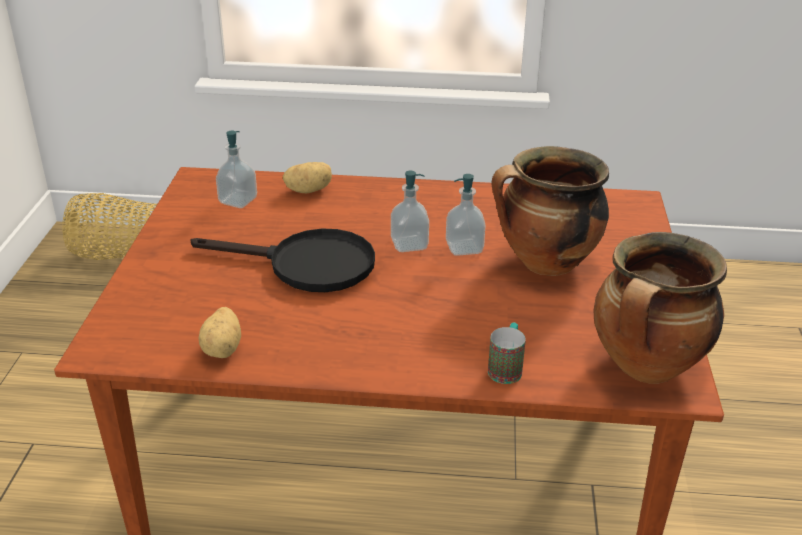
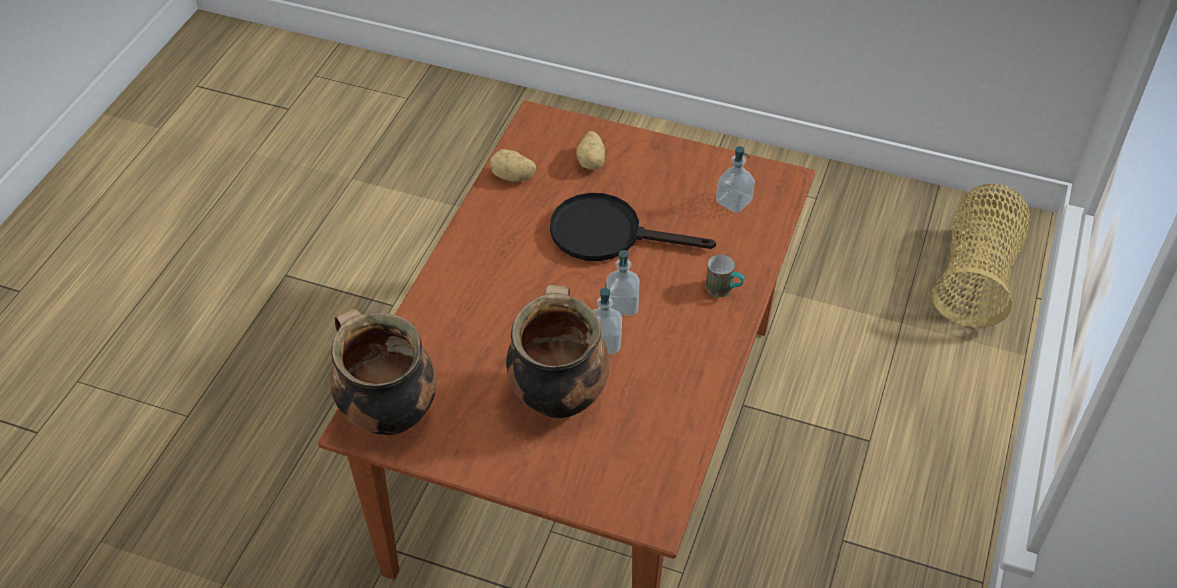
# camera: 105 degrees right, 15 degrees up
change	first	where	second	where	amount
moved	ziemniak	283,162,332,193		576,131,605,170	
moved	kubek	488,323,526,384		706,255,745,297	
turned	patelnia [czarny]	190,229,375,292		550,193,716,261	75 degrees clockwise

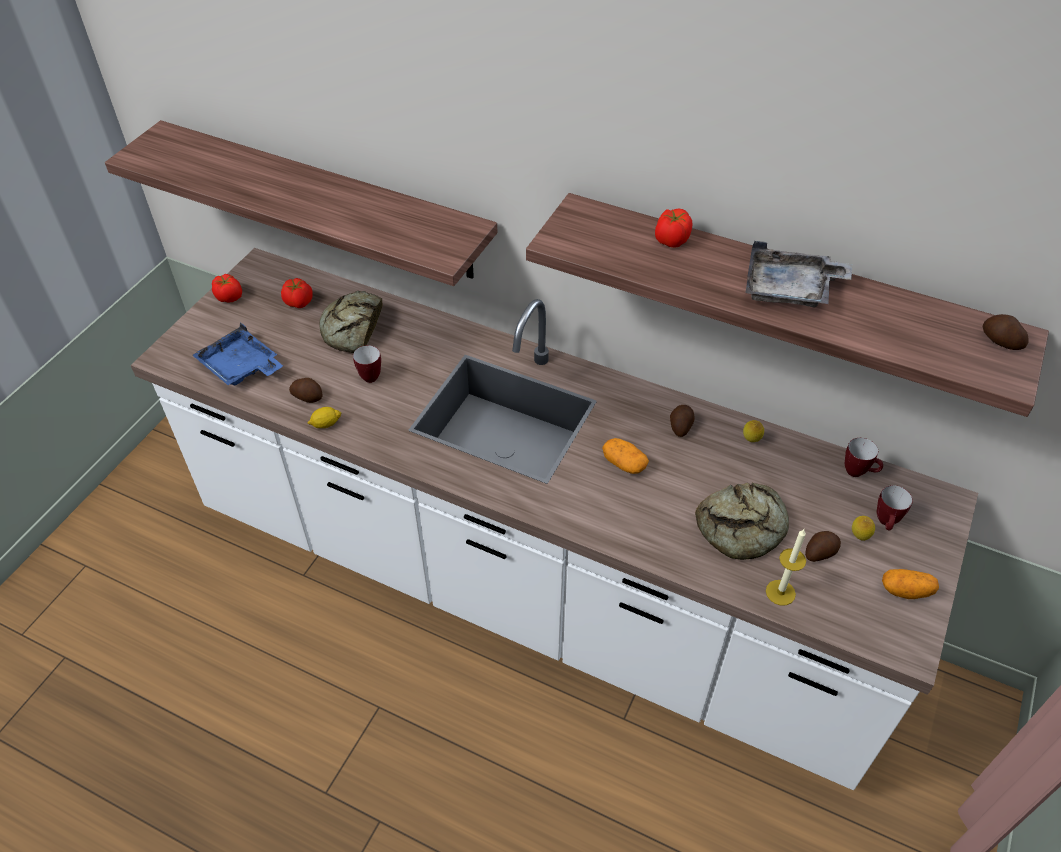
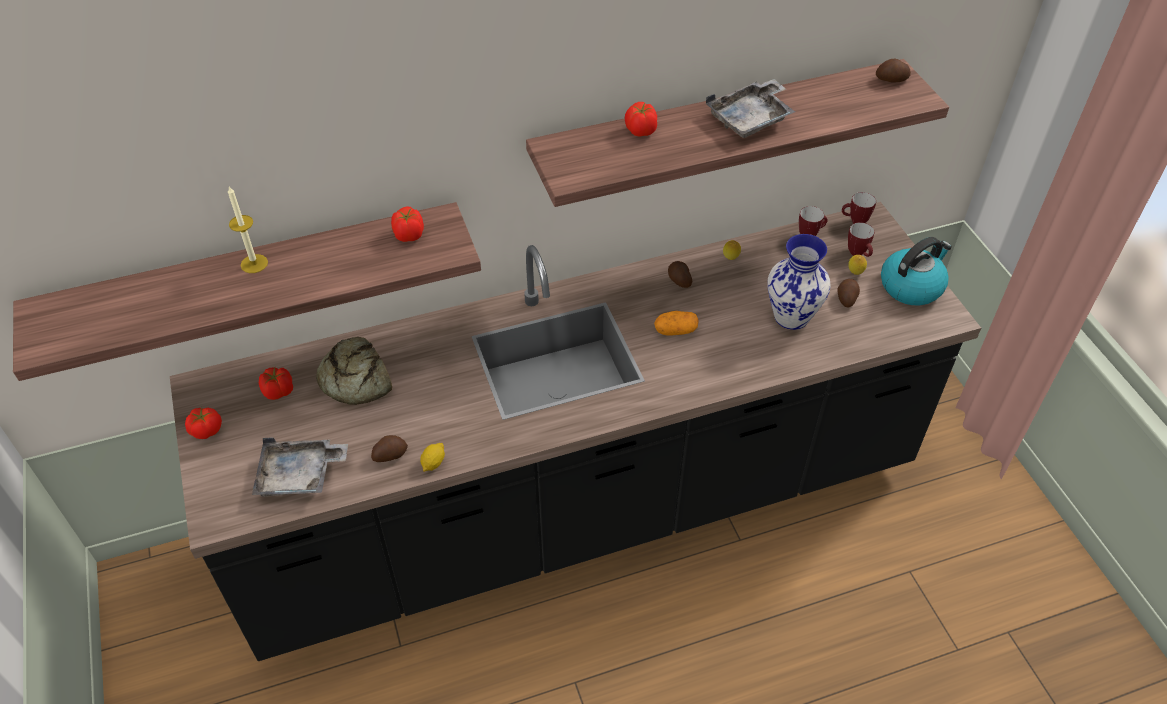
# camera: 45 degrees left, 0 degrees up
change	first	where	second	where	amount
added			pomidor	391,206,424,242	
moved	kubek	353,345,381,383		842,192,876,223	
moved	świeca	766,529,806,606		228,187,268,273	
replaced	chleb	695,483,789,560	wazon	767,234,831,330	
replaced	ziemniak	882,569,939,599	czajnik	881,237,952,305	
recoloured	zabudowa kuchenna [biały]	131,248,978,790	zabudowa kuchenna [czarny]	170,202,981,661	
recoloured	taca [niebieski]	192,322,283,386	taca [szary]	252,437,348,497	

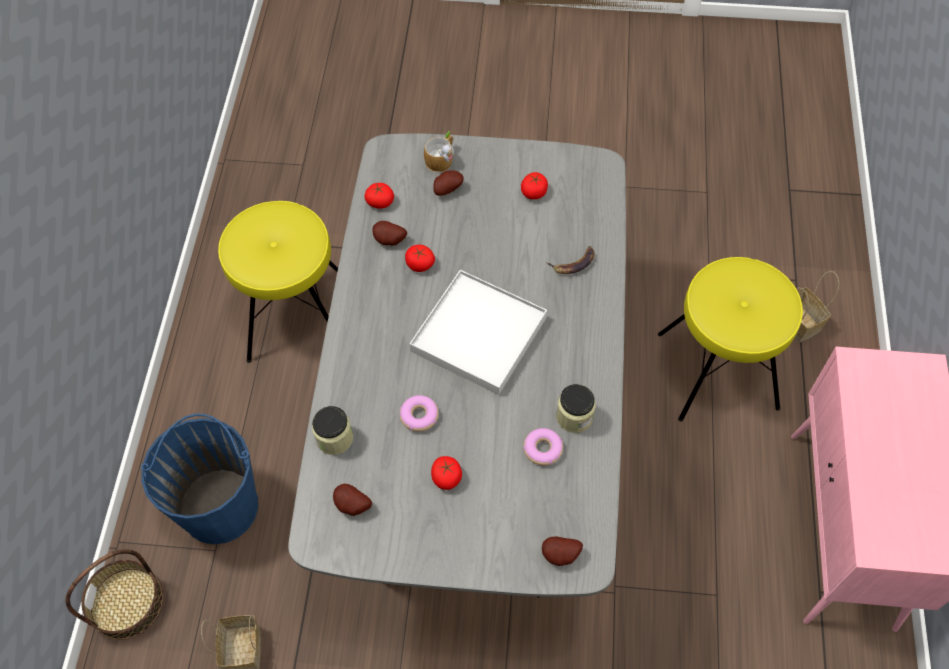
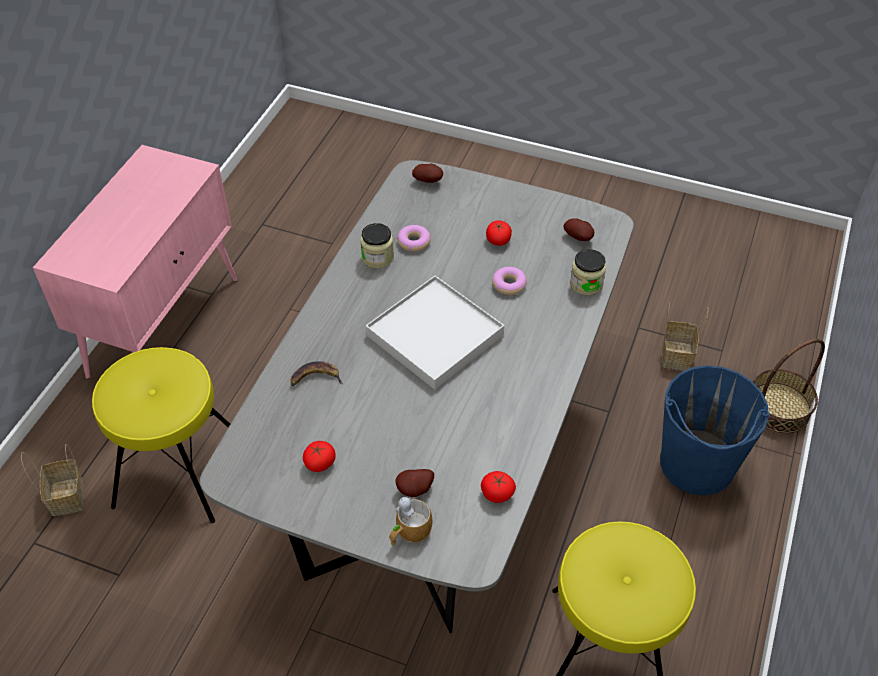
# camera: 165 degrees left, 10 degrees down
change	first	where	second	where	amount
removed	ziemniak	372,221,407,246			
removed	pomidor	405,245,435,272			

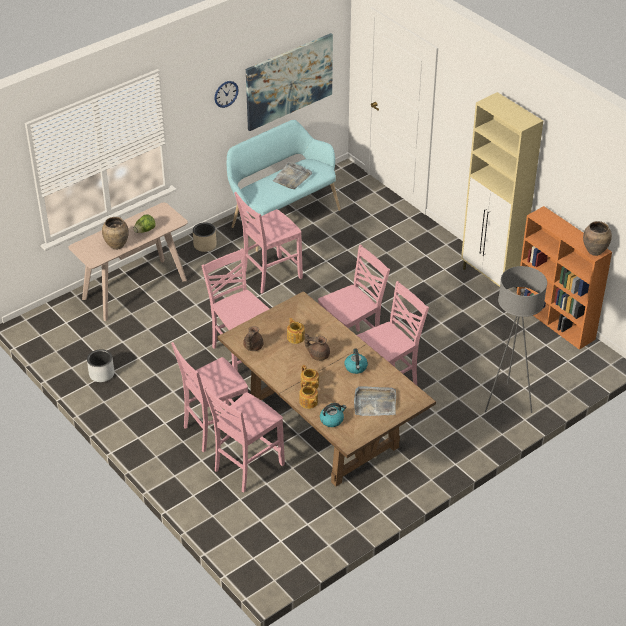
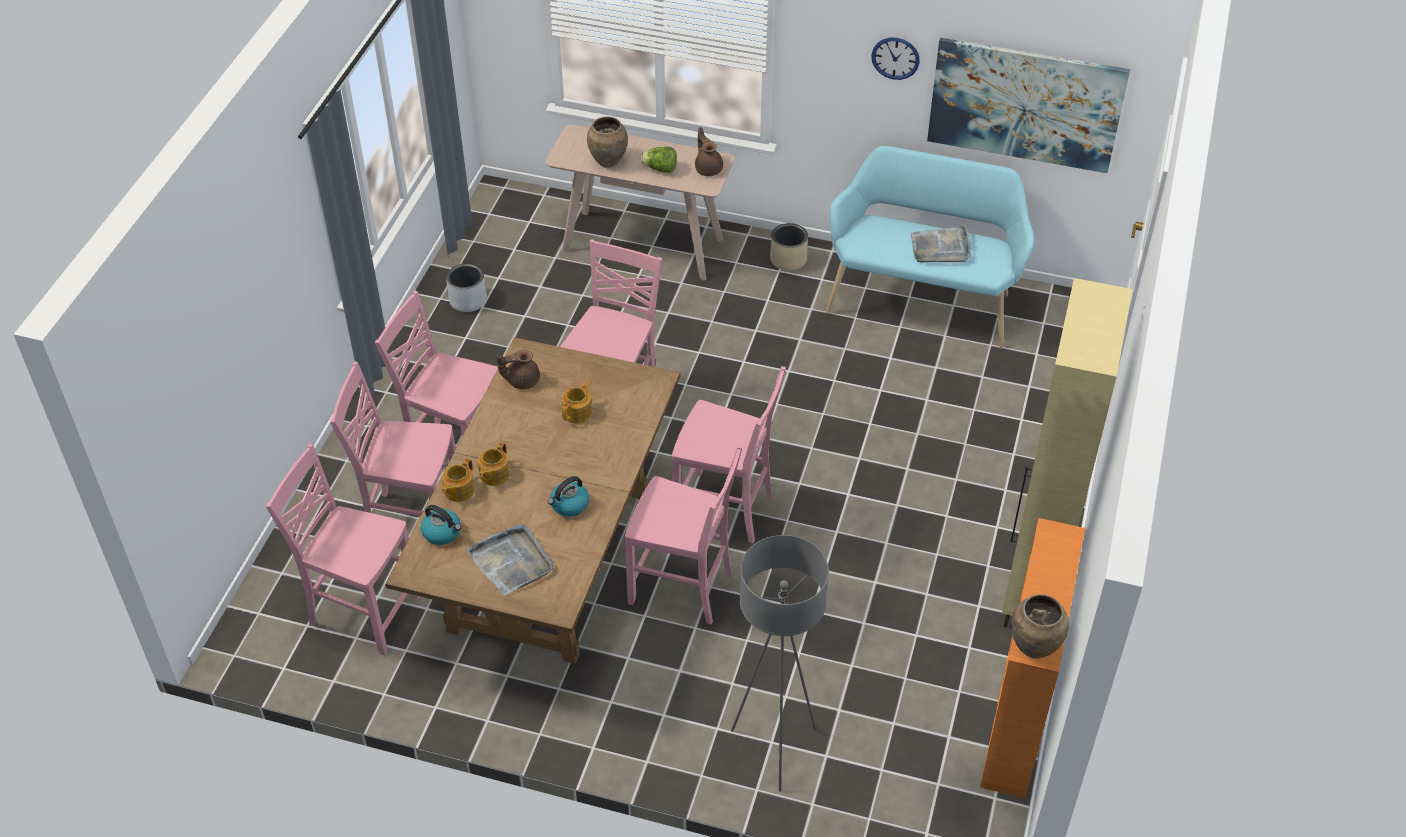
# camera: 55 degrees right, 5 degrees up
change	first	where	second	where	amount
moved	krzesło [różowy]	234,192,303,294		266,444,420,655	
moved	imbryk [brązowy]	304,334,330,361		695,127,723,176	

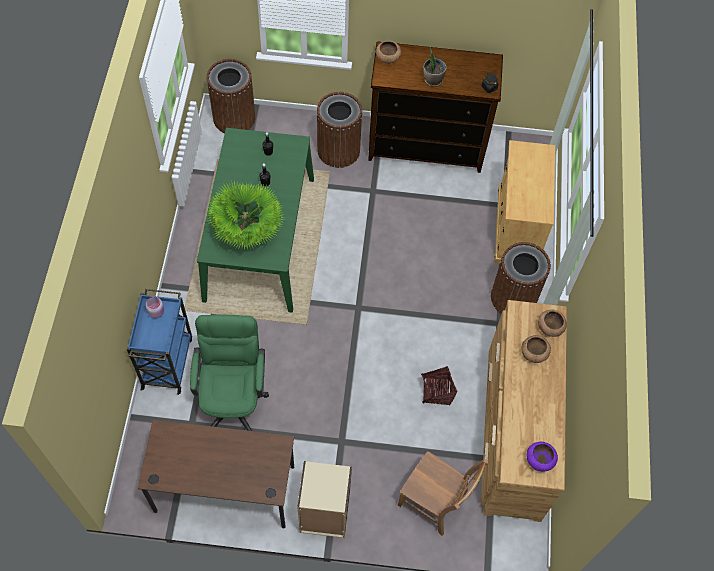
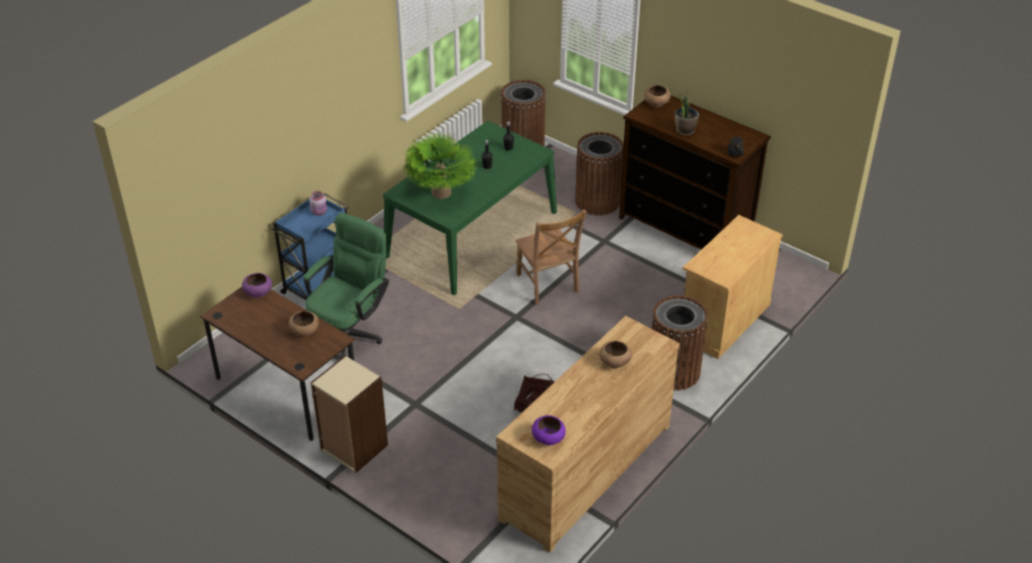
# camera: 35 degrees right, 20 degrees down
change	first	where	second	where	amount
added			miska [fioletowy]	242,273,272,298	
moved	krzesło [brązowy]	398,451,489,536		516,210,587,305	
moved	miska [brązowy]	538,309,567,337		289,311,319,337	

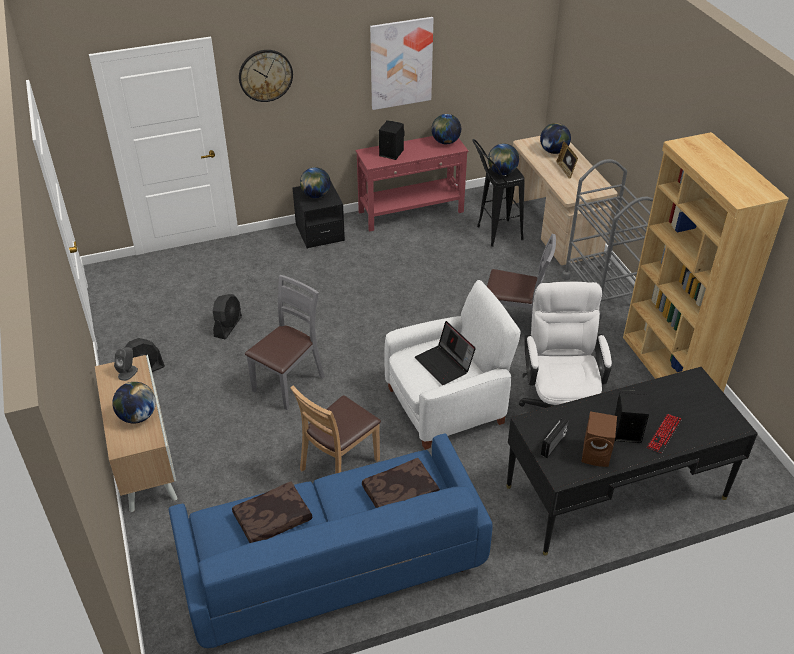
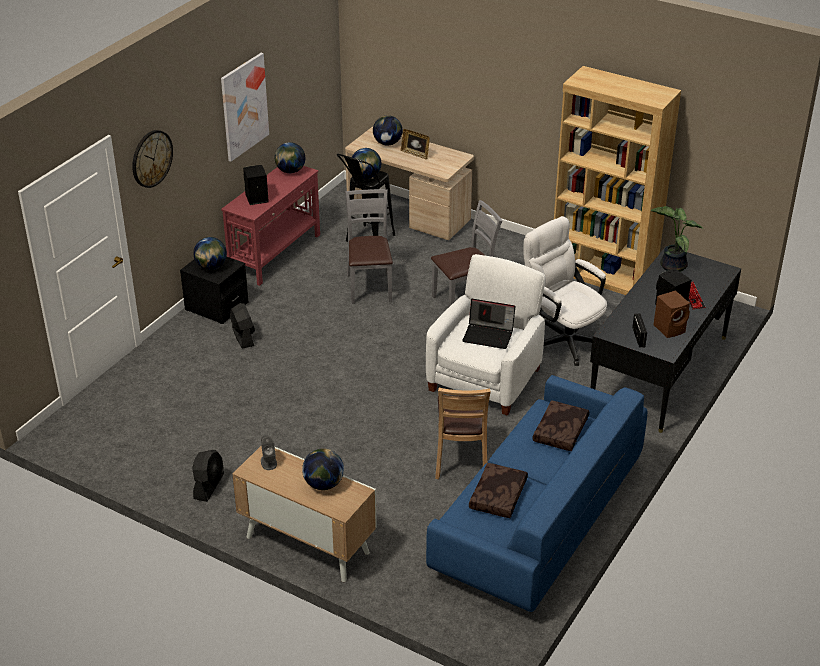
# camera: 40 degrees left, 5 degrees down
change	first	where	second	where	amount
removed	wózek [szary]	561,159,653,320			
added			roślina doniczkowa	650,206,704,272	
moved	wentylator [czarny]	213,294,242,340		230,303,255,349	
moved	krzesło [szary]	245,275,325,410		345,189,393,304	

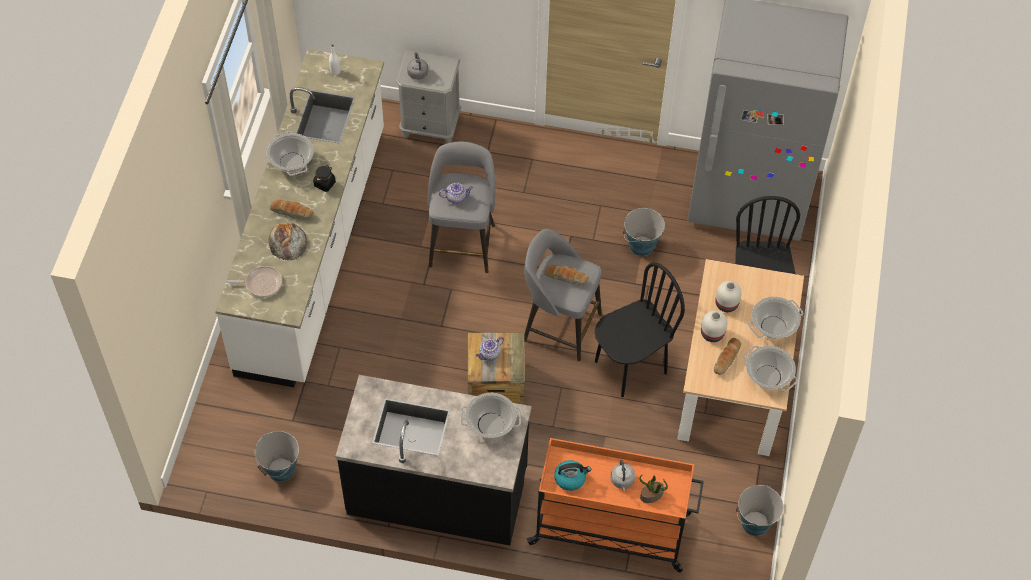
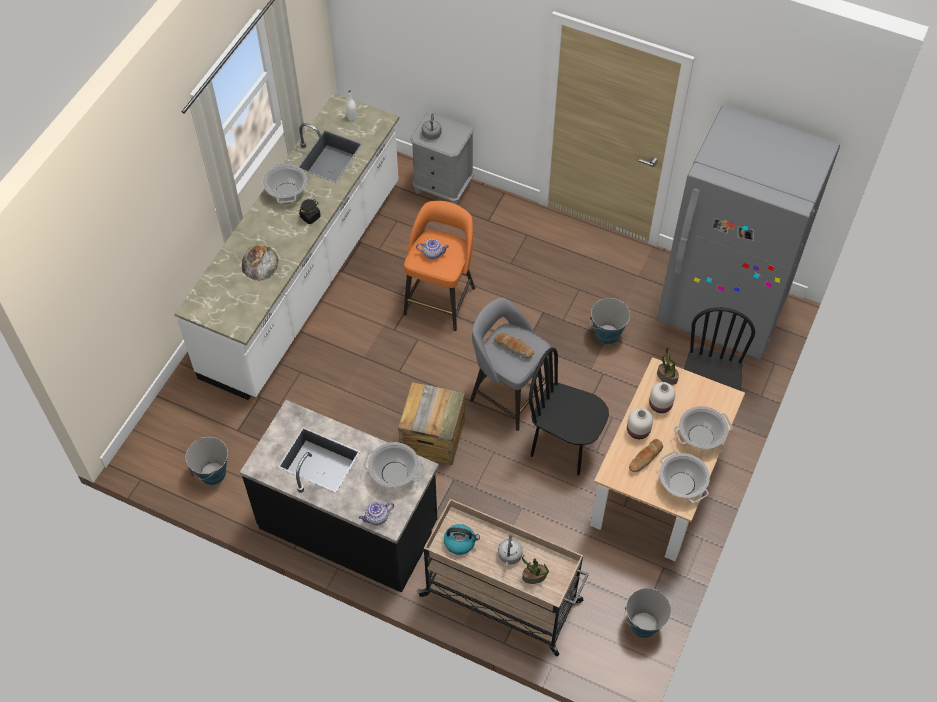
# camera: 15 degrees right, 0 degrees up
change	first	where	second	where	amount
removed	patelnia	225,266,282,297			
removed	chleb	270,199,314,220			
added			roślina doniczkowa	657,348,679,385	
moved	imbryk	476,337,504,361		358,502,394,525	
recoloured	stołek [szary]	427,141,495,273	stołek [pomarańczowy]	403,201,475,331	
recoloured	wózek [pomarańczowy]	527,438,704,572	wózek [beżowy]	417,499,589,656	
turned	krzesło [czarny]	595,262,685,397		529,348,609,475	135 degrees counterclockwise

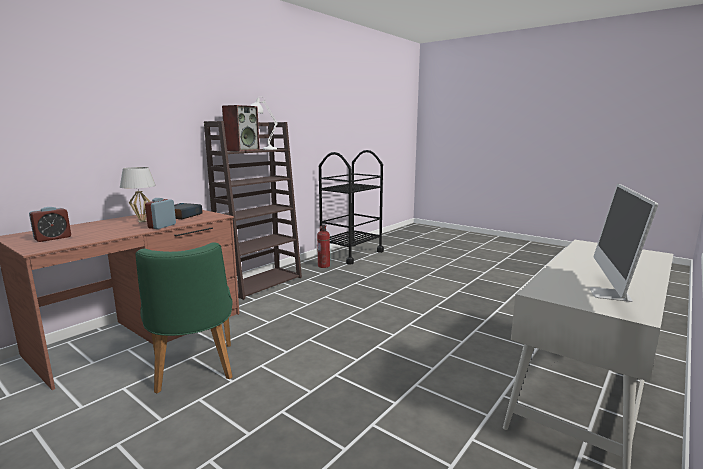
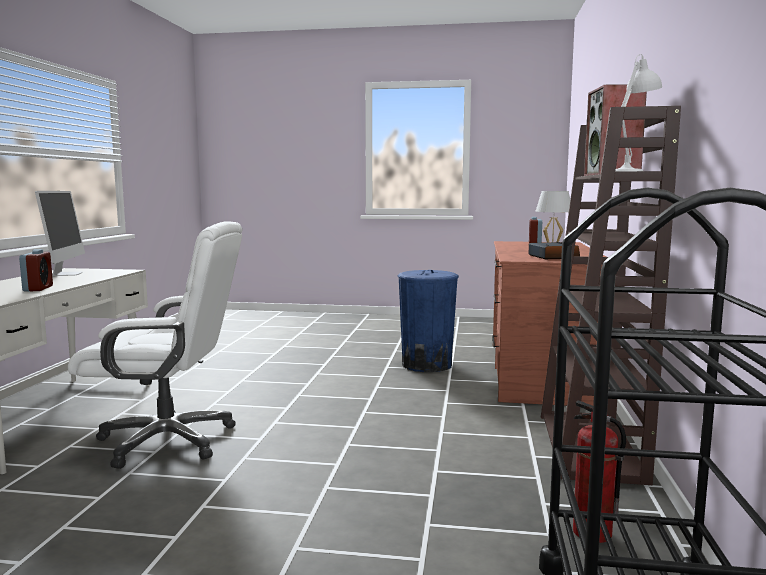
# camera: 150 degrees right, 5 degrees down
change	first	where	second	where	amount
added			krzesło biurowe [biały]	68,221,243,469	
moved	budzik	145,198,176,229		19,249,53,292	
replaced	krzesło [zielony]	136,242,233,394	kosz na śmieci [niebieski]	398,270,459,372	

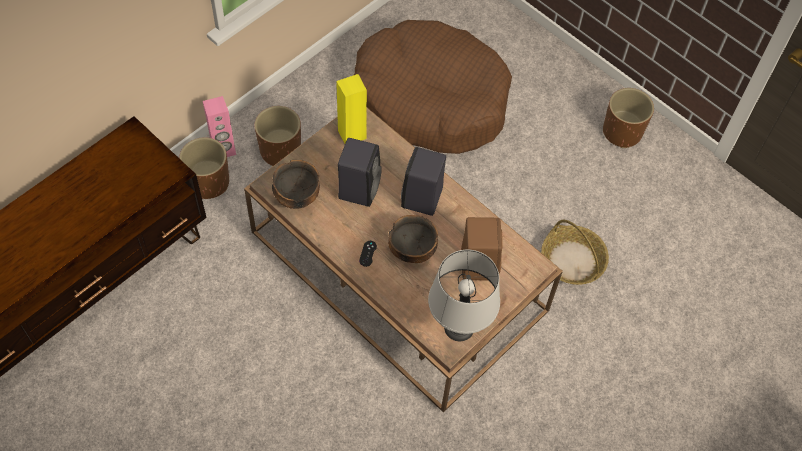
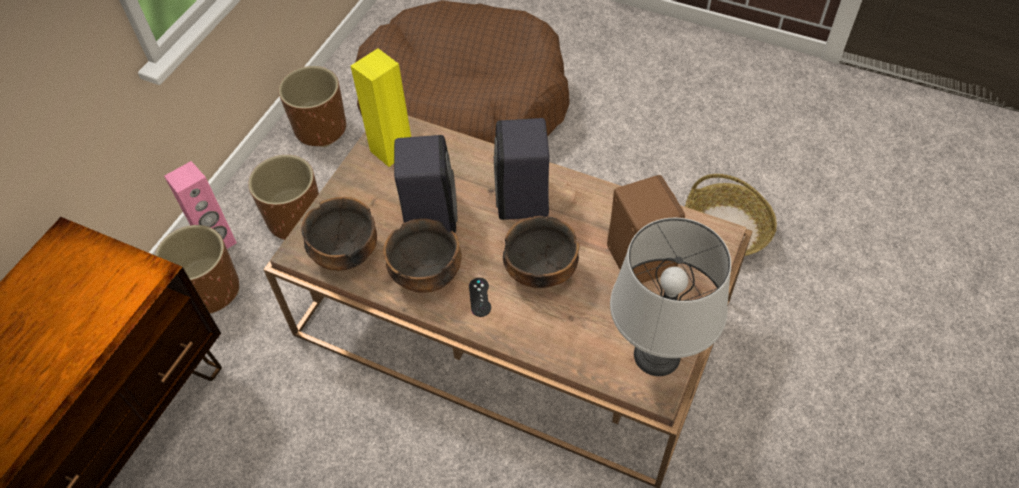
# camera: 15 degrees left, 5 degrees down
change	first	where	second	where	amount
added			miska	383,219,462,293	
moved	donica [brązowy]	603,88,654,148		279,66,346,147	

